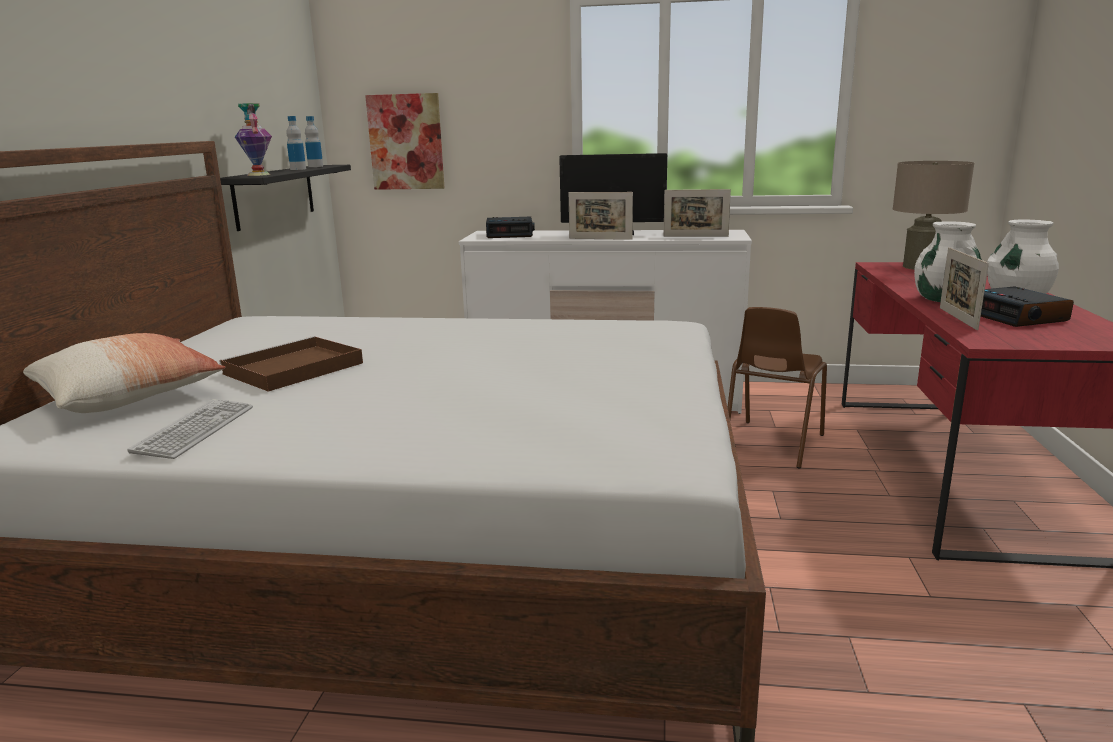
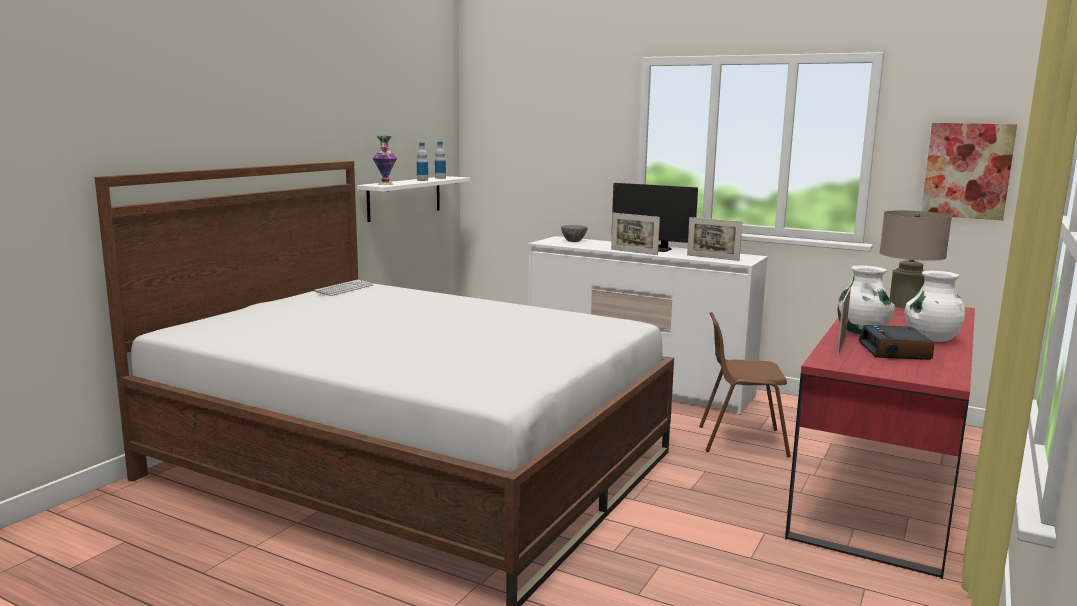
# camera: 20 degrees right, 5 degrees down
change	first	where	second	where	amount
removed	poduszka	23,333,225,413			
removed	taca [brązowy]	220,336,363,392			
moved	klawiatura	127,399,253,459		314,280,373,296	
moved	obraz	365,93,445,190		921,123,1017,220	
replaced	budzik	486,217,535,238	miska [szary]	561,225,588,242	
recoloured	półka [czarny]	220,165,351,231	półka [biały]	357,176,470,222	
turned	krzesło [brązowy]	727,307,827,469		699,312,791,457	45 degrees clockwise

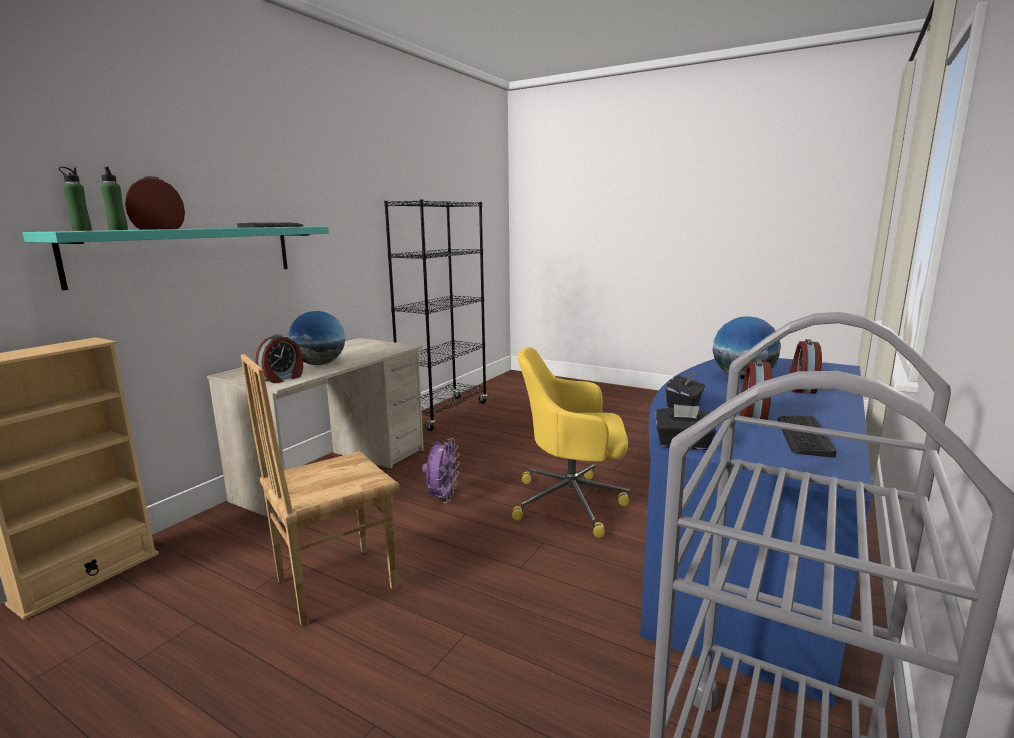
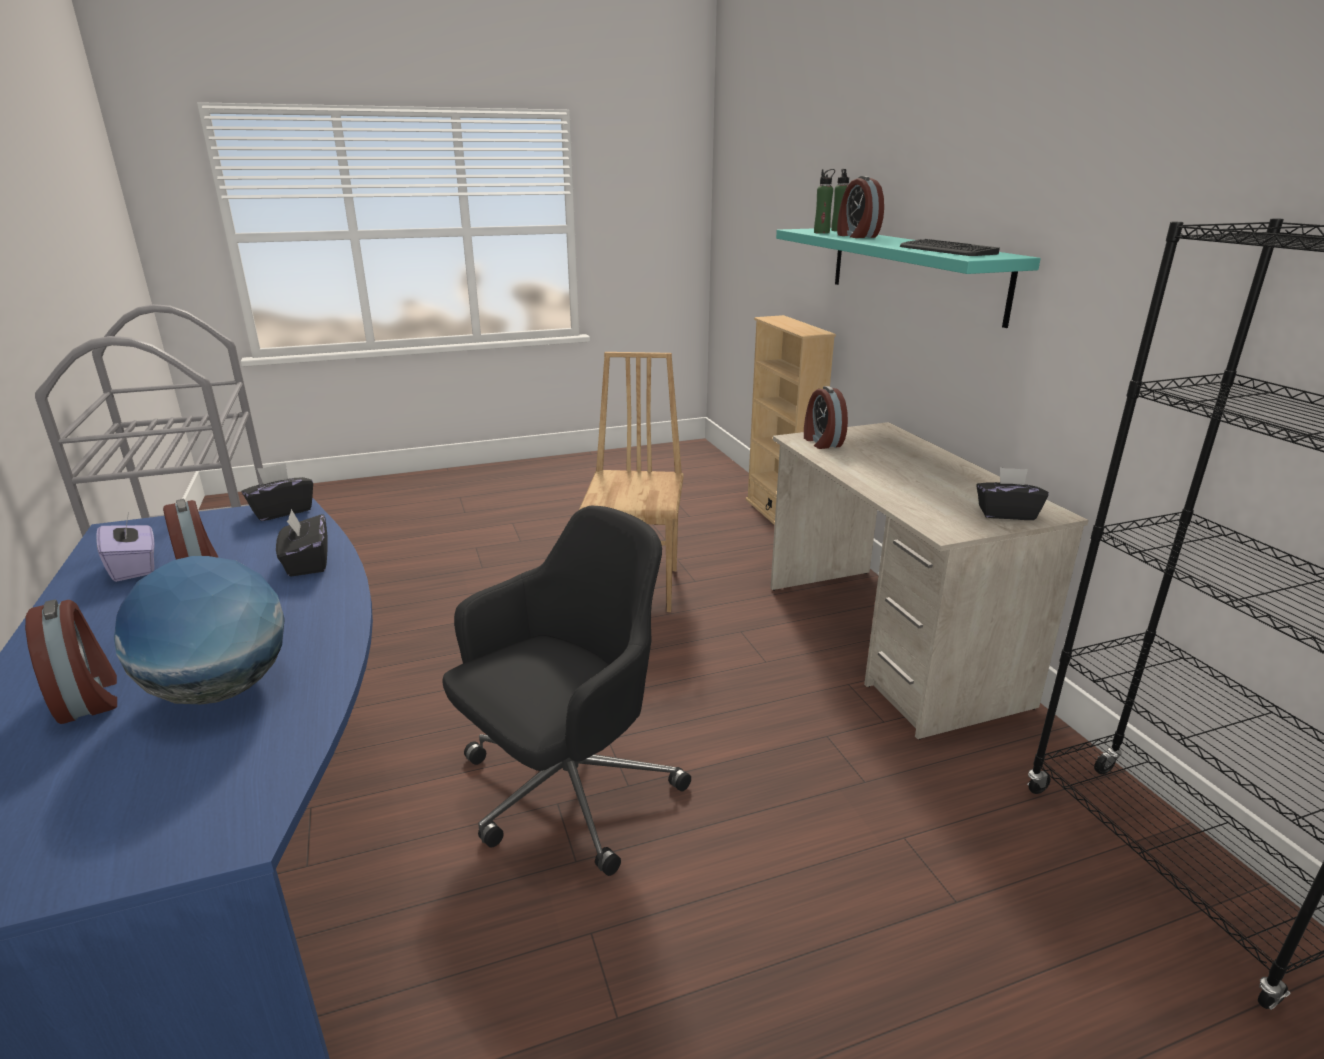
# camera: 130 degrees right, 10 degrees up
change	first	where	second	where	amount
removed	globus	288,311,345,365			
removed	wentylator [fioletowy]	422,438,460,503			
added			pudełko chusteczek [czarny]	976,467,1049,520	
replaced	klawiatura	778,416,836,458	pudełko chusteczek [fioletowy]	96,512,155,582	
recoloured	krzesło biurowe [żółty]	512,347,630,538	krzesło biurowe [czarny]	442,506,691,876	
turned	budzik	125,176,185,230		837,176,884,238	150 degrees clockwise

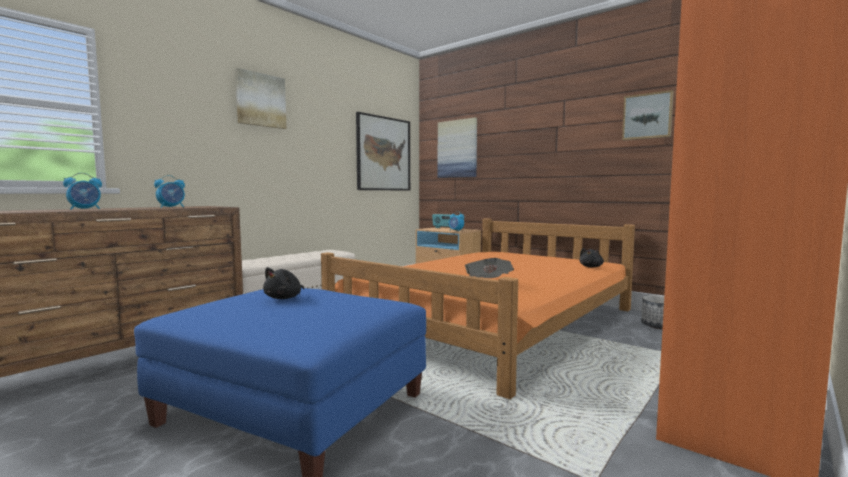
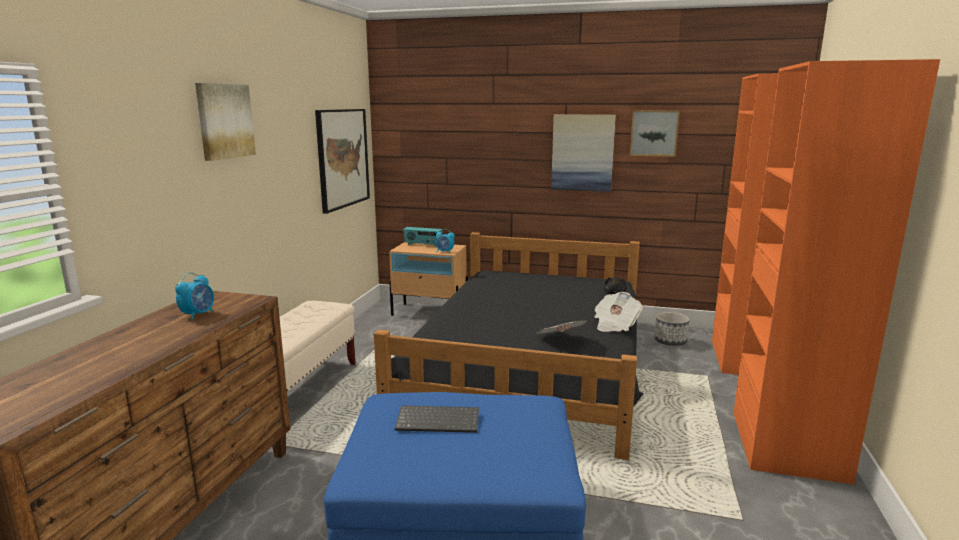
# camera: 25 degrees left, 10 degrees up
change	first	where	second	where	amount
removed	budzik	63,173,102,210			
added			gazeta	594,292,642,332	
moved	obraz	438,118,477,178		551,114,616,192	
replaced	pluszak [czarny]	263,267,304,299	klawiatura	395,405,479,433	
recoloured	łóżko [pomarańczowy]	321,218,635,399	łóżko [czarny]	374,232,644,460	

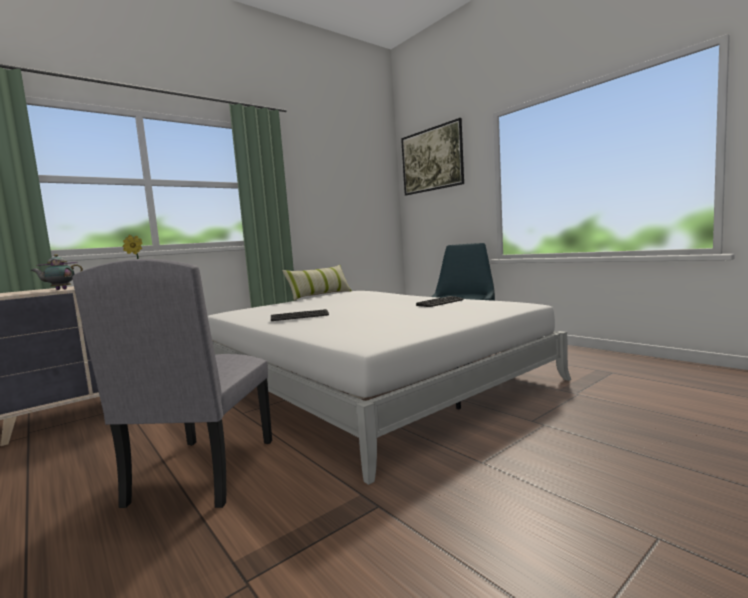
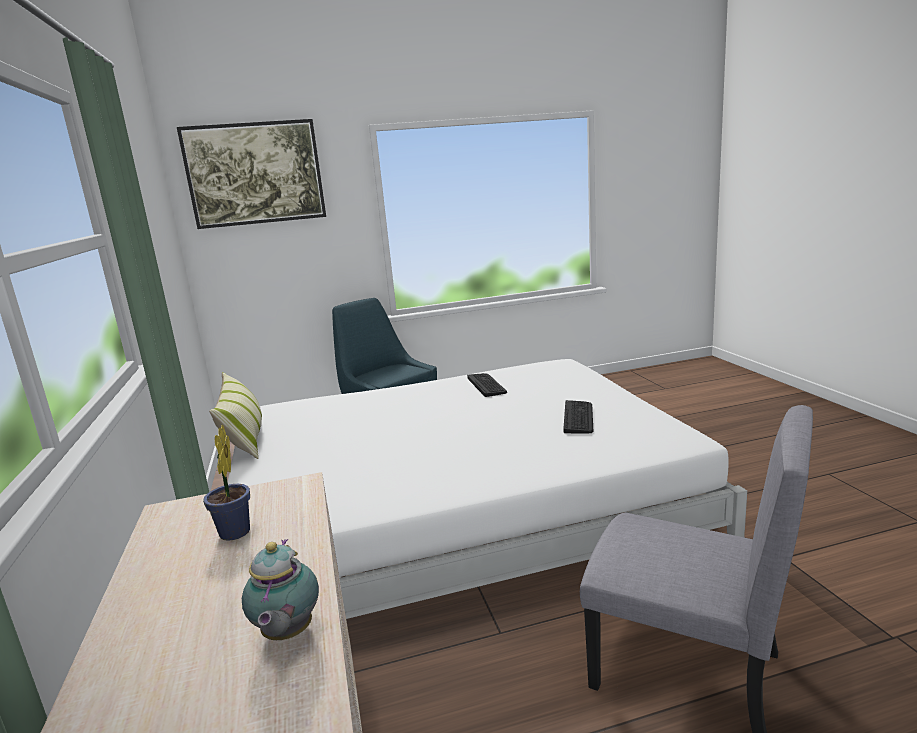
# camera: 65 degrees left, 10 degrees up
change	first	where	second	where	amount
moved	klawiatura	271,309,329,321		564,400,593,433	

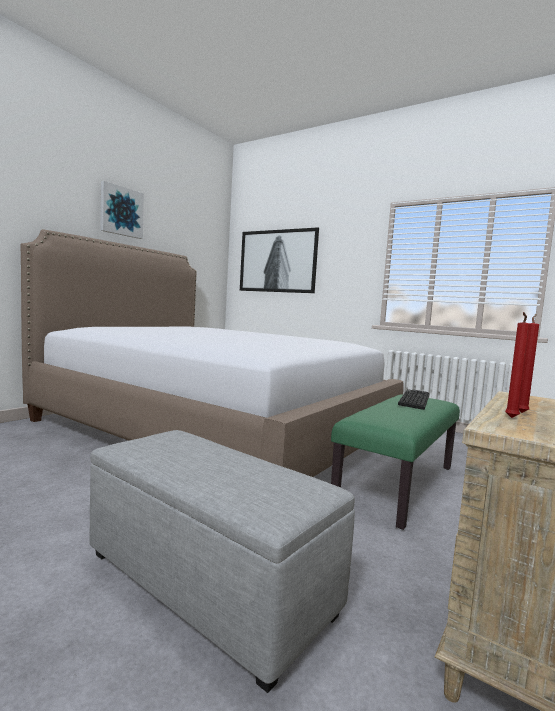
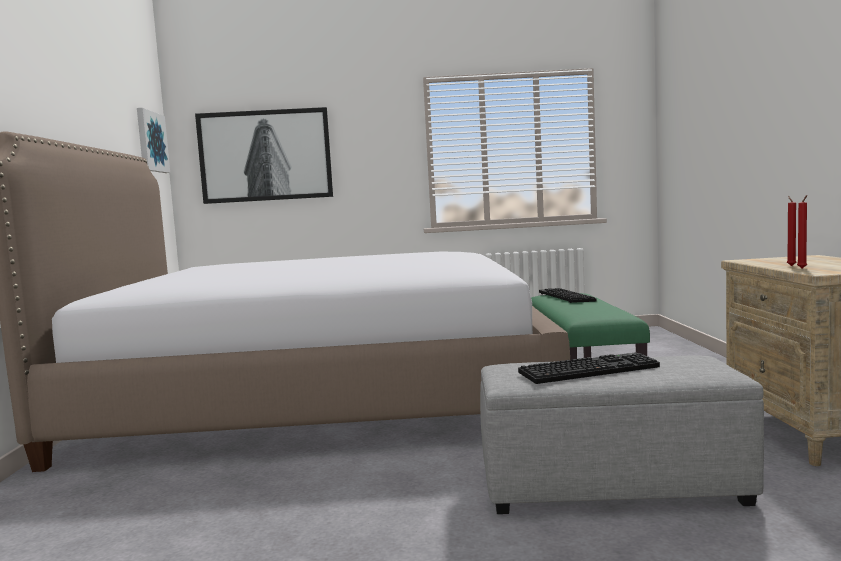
# camera: 35 degrees left, 0 degrees up
change	first	where	second	where	amount
added			klawiatura	518,352,660,384	
moved	obraz	100,181,144,239		137,108,170,173	

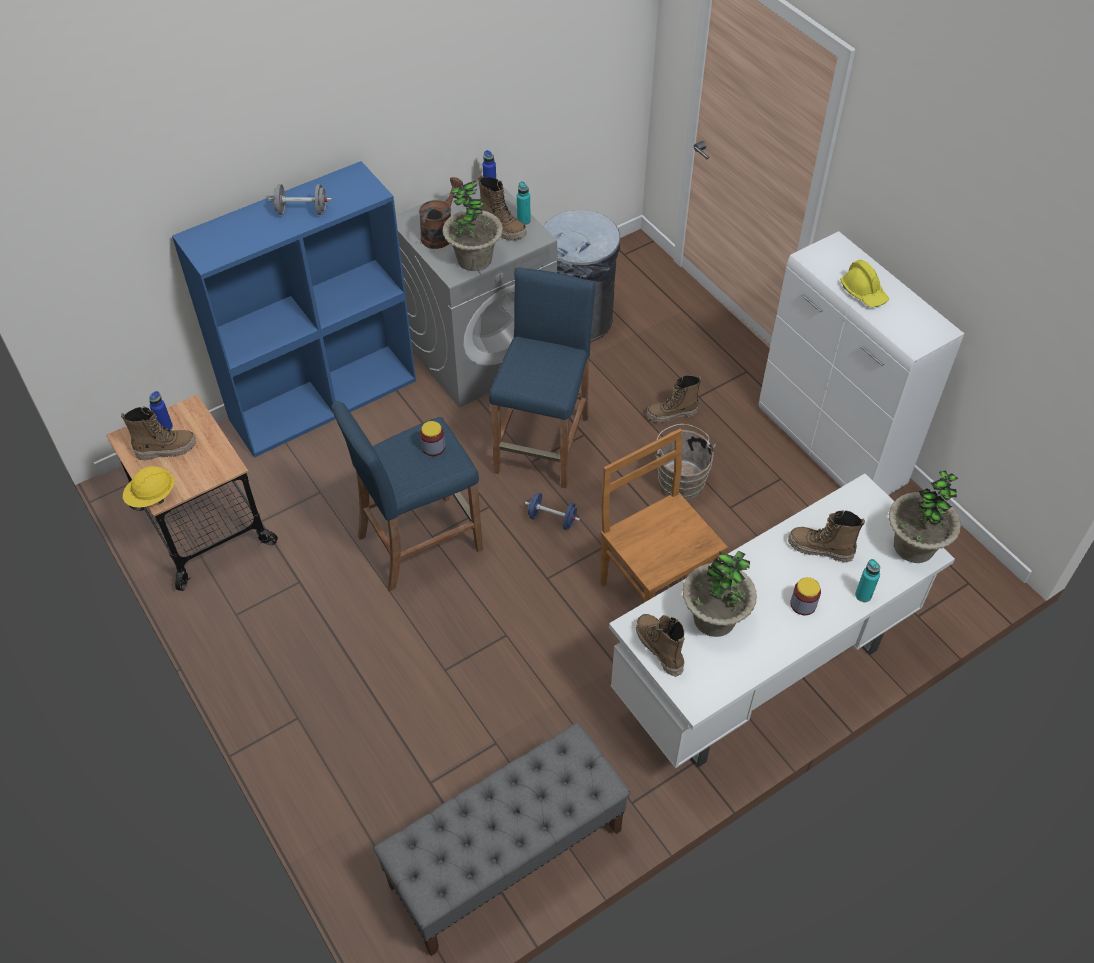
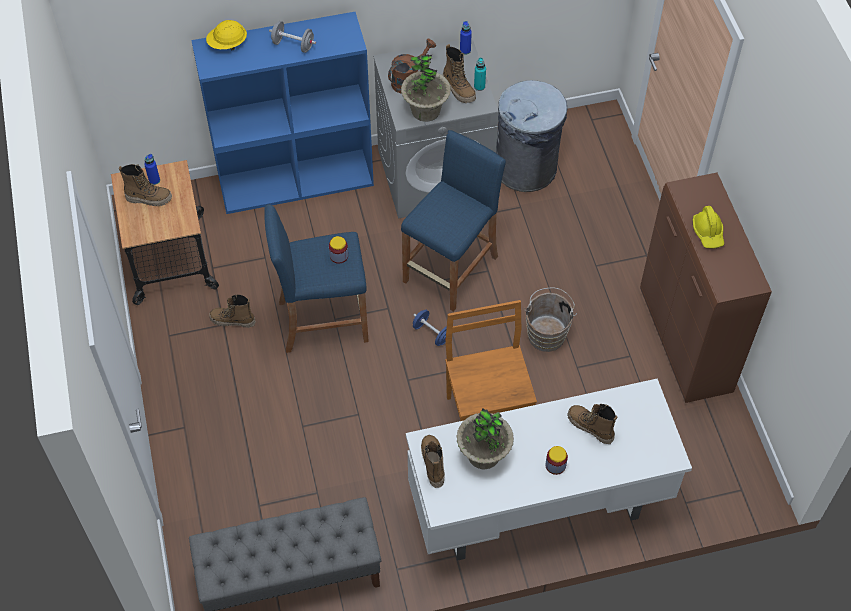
# camera: 20 degrees right, 5 degrees up
change	first	where	second	where	amount
removed	butelka [turkusowy]	855,559,880,602			
removed	roślina doniczkowa	889,470,961,563			
moved	kask [żółty]	123,466,174,508		206,20,247,51	
moved	but z cholewką	646,375,702,423		209,294,256,328	
recoloured	szafka [biały]	759,231,964,495	szafka [brązowy]	640,173,772,403	

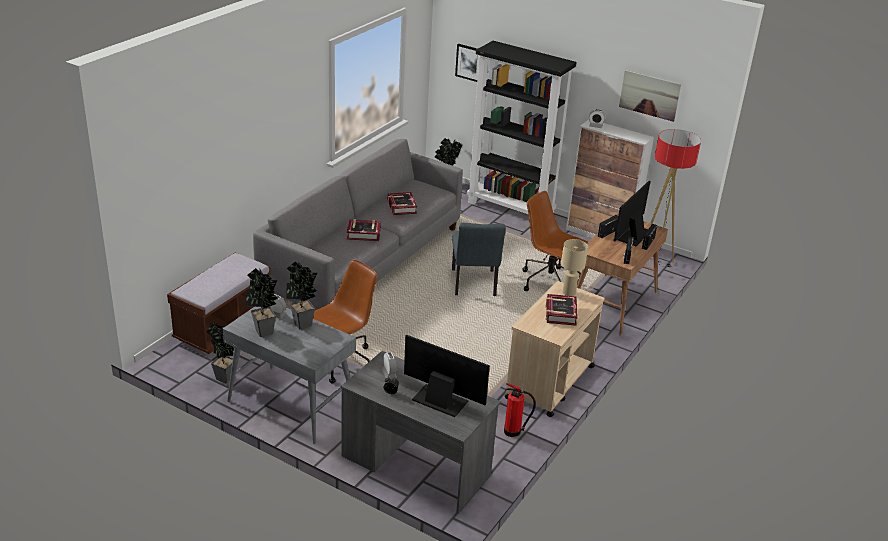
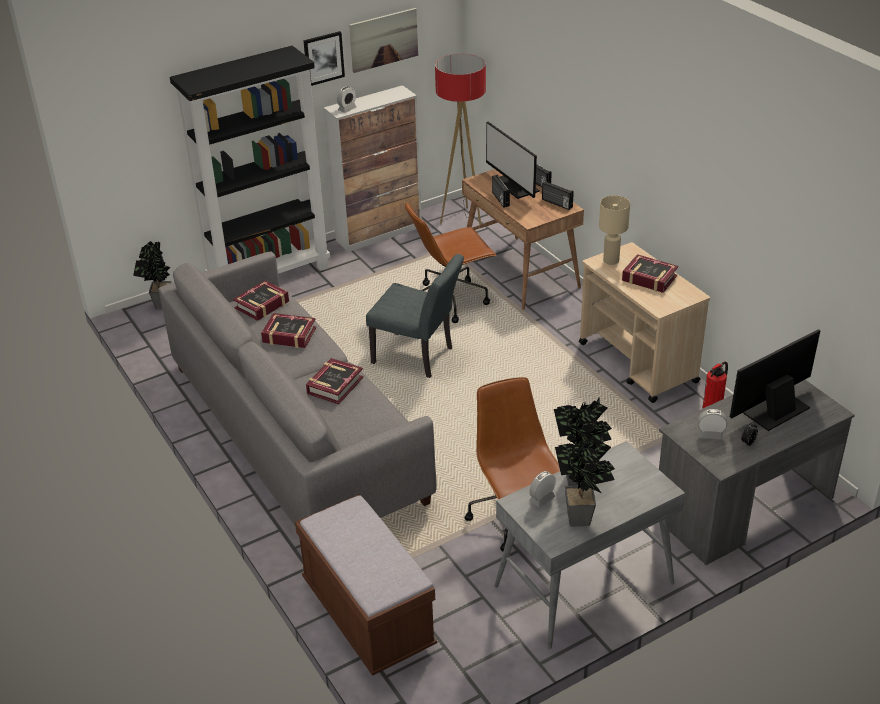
# camera: 60 degrees left, 5 degrees up
change	first	where	second	where	amount
removed	roślina doniczkowa	206,322,234,383			
added			książka	233,281,289,321	
moved	obraz	455,44,479,82		303,31,345,86	

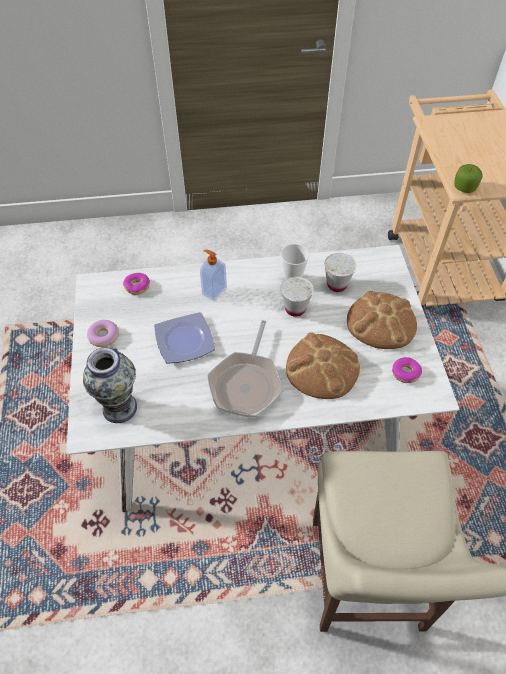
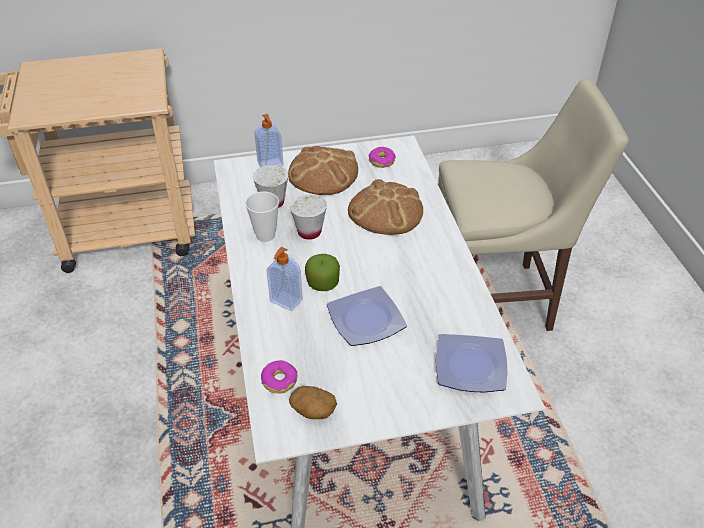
# camera: 95 degrees left, 10 degrees down
change	first	where	second	where	amount
removed	donut	87,320,119,347			
removed	patelnia	207,320,283,418			
added			dozownik mydła	254,114,284,167	
added			ziemniak	289,386,337,419	
moved	jabłko	454,164,483,193		305,254,340,291	
replaced	wazon	83,347,137,423	talerz	436,334,507,392	

